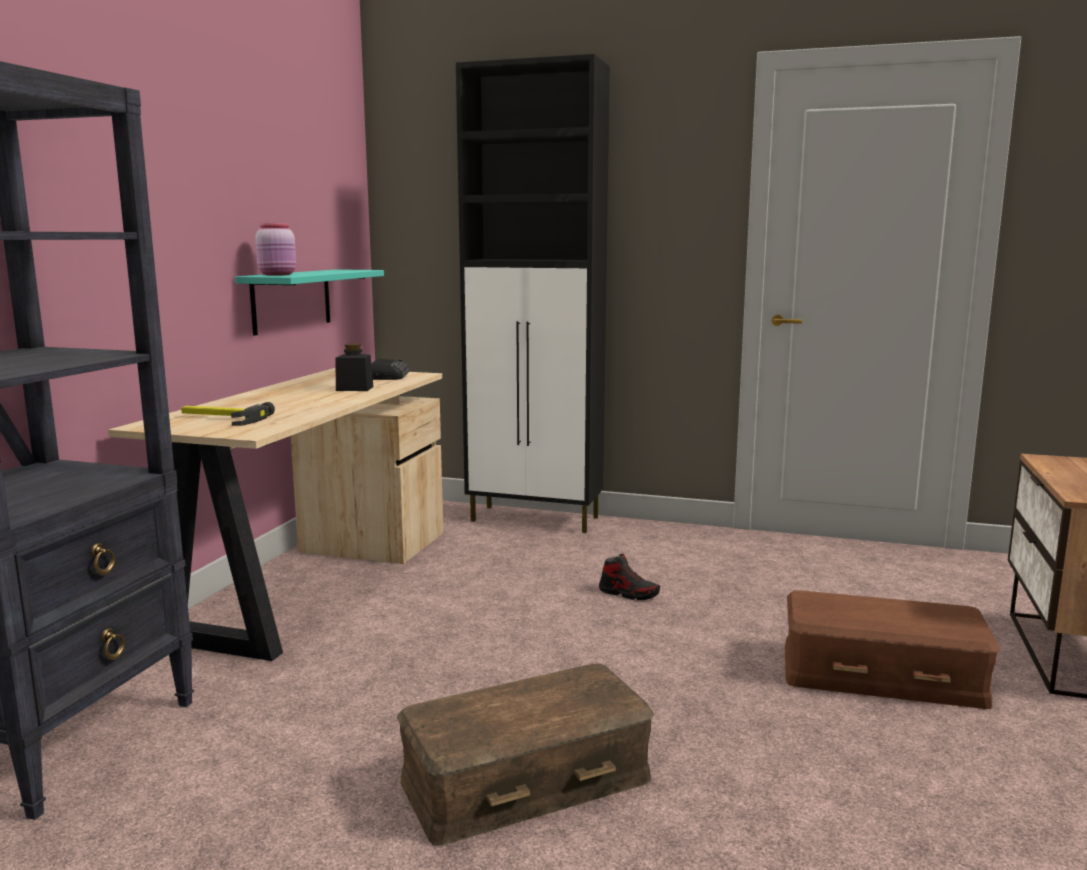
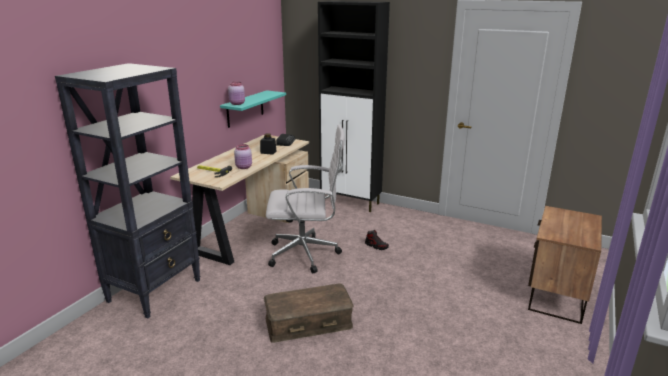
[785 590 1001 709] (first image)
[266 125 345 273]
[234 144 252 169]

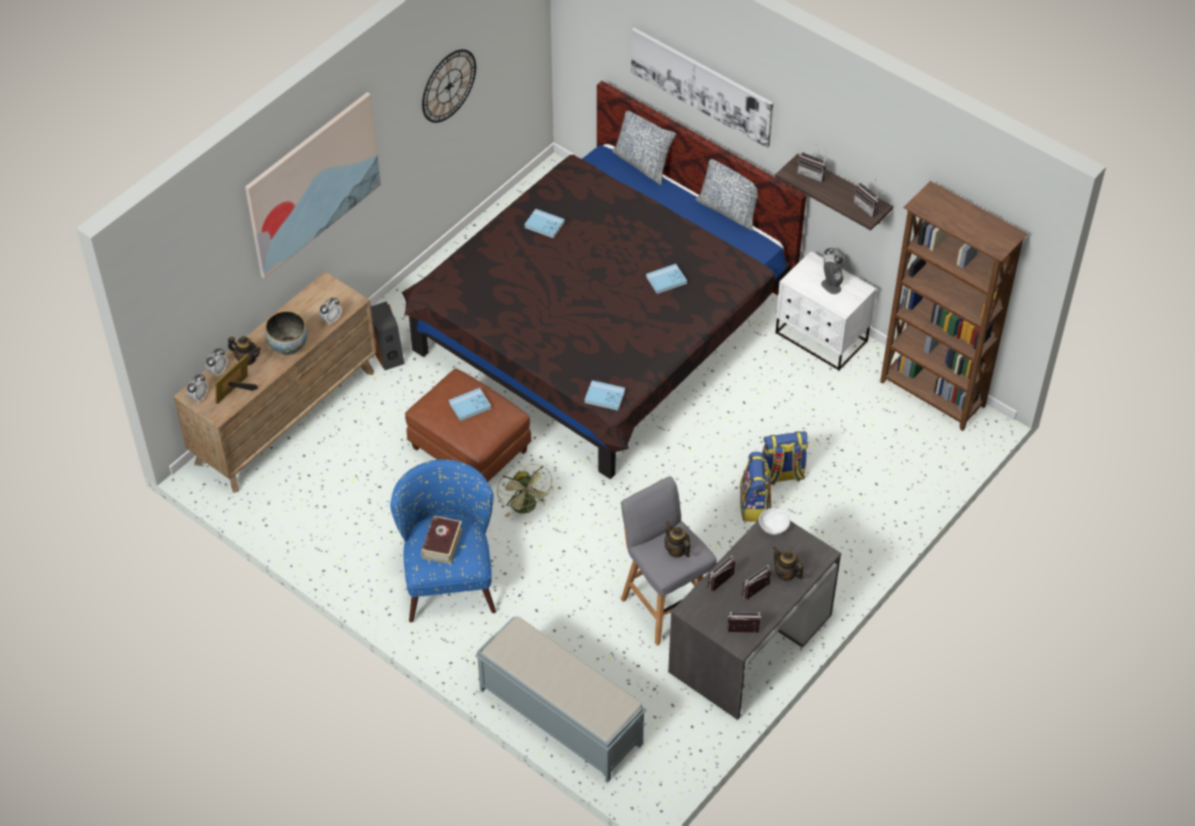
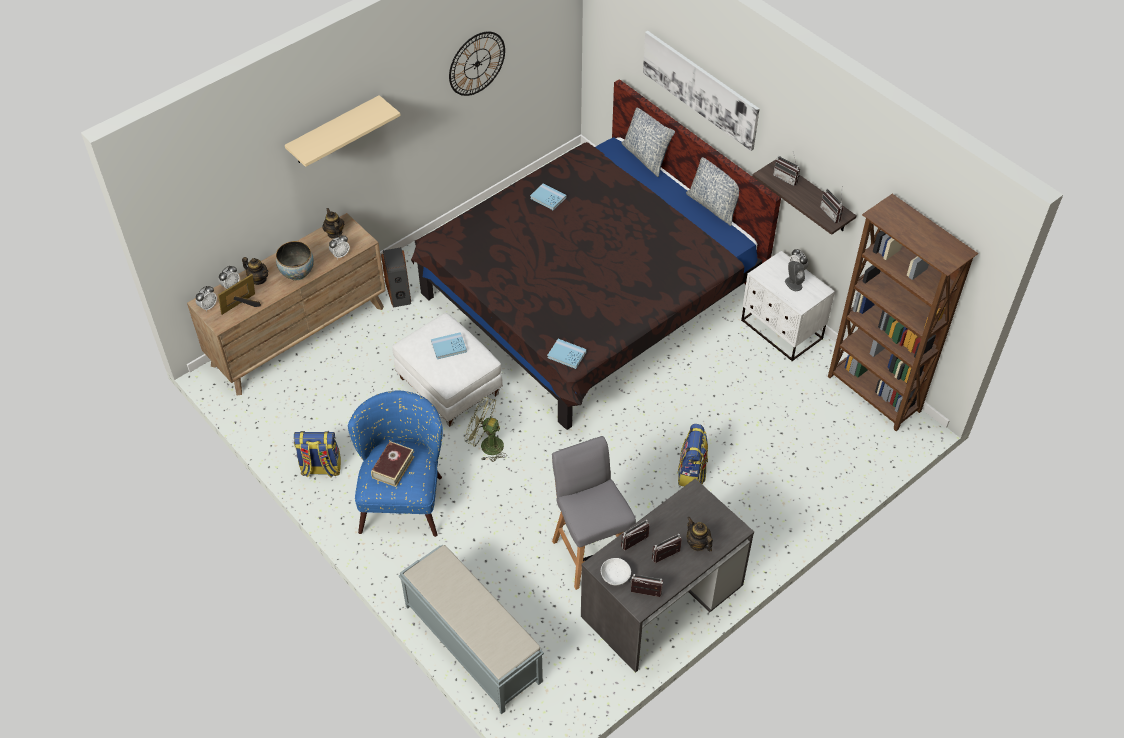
[285 95 401 167]
[646 264 687 294] (first image)
[392 313 503 427]
[294 431 341 478]
[465 397 507 462]
[601 558 631 586]
[322 208 344 238]

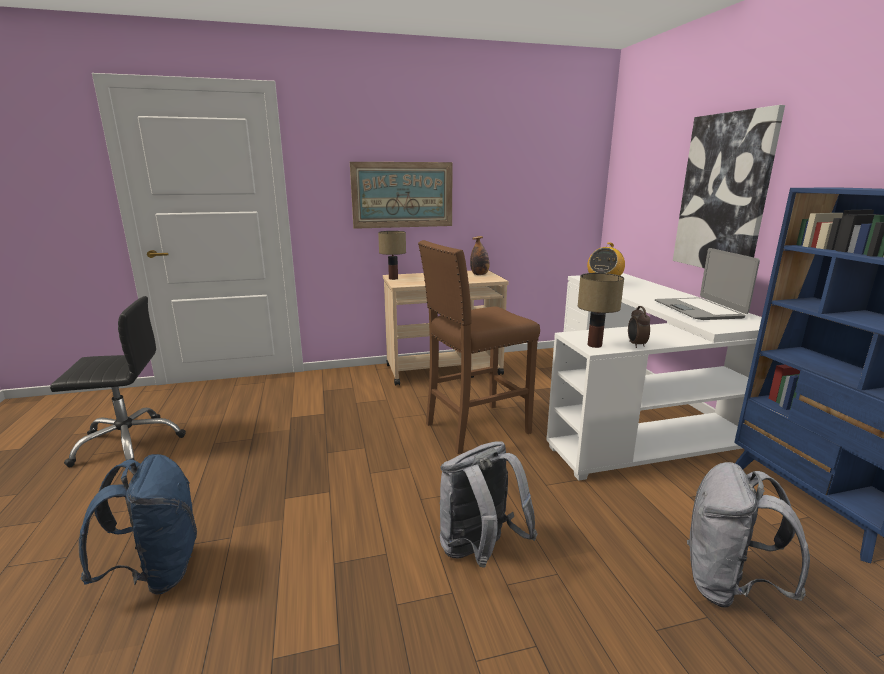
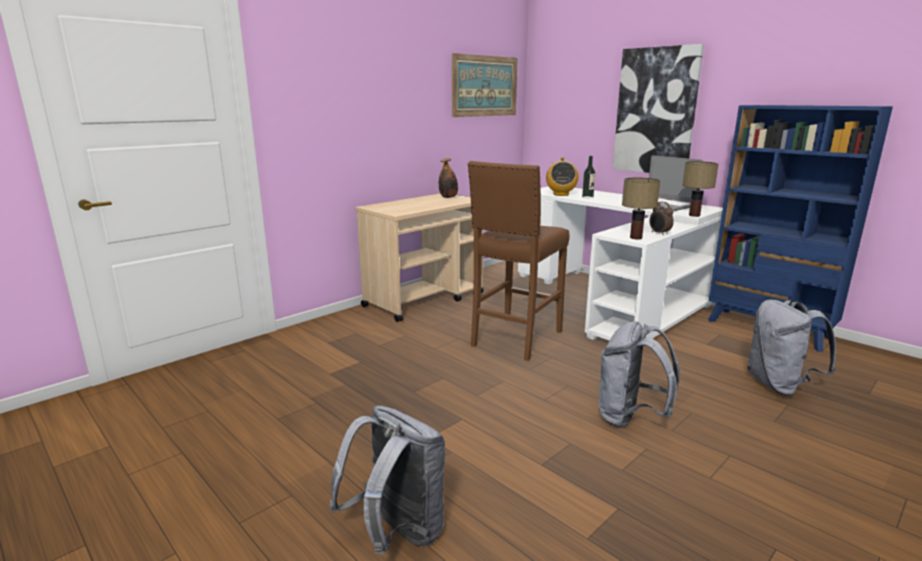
[452 53 518 117]
[682 161 719 217]
[50 296 186 467] (first image)
[329 406 445 554]
[582 156 595 199]

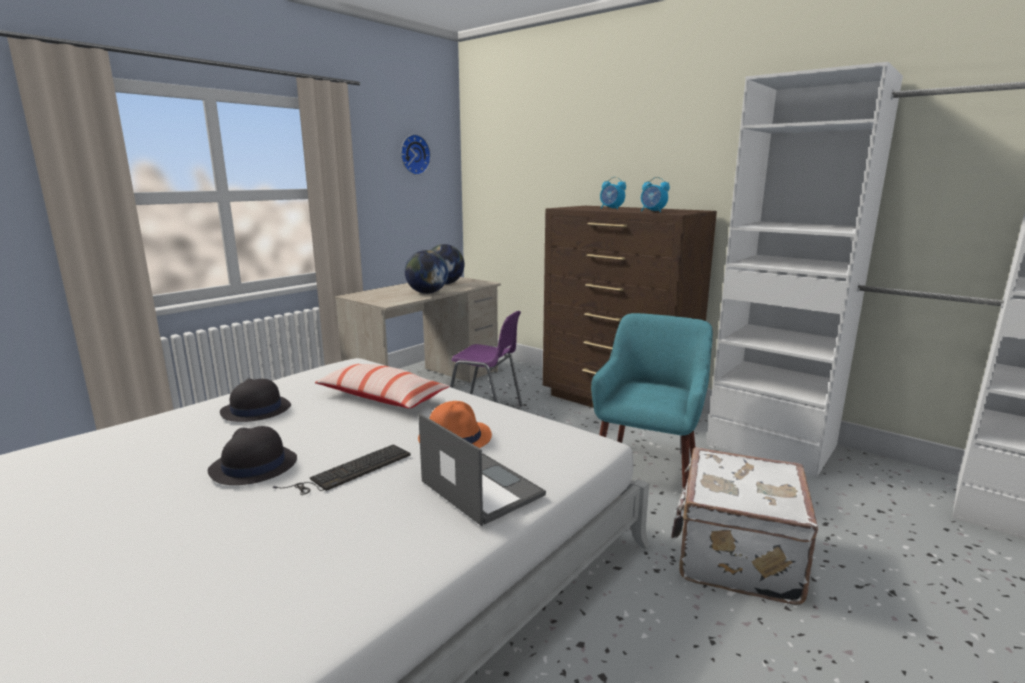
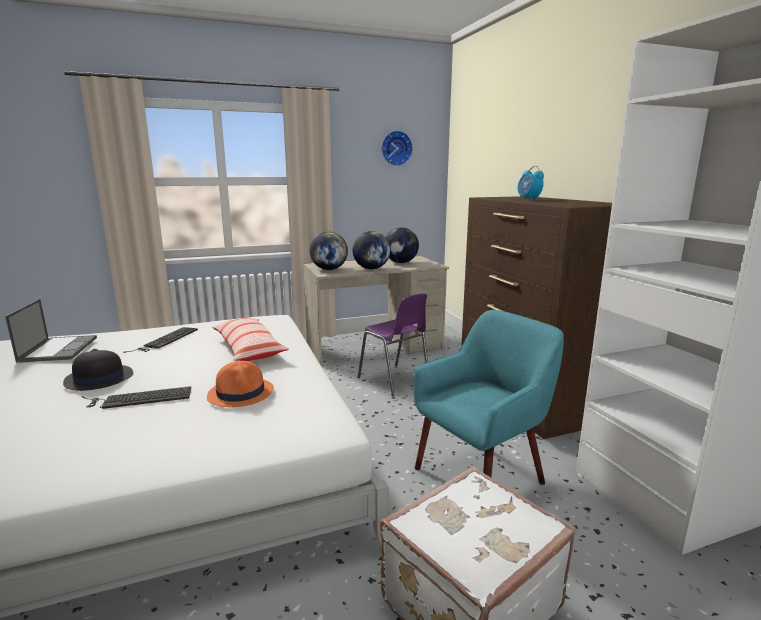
[641 177 670 212] (first image)
[123 327 198 353]
[5 299 97 363]
[310 232 348 270]

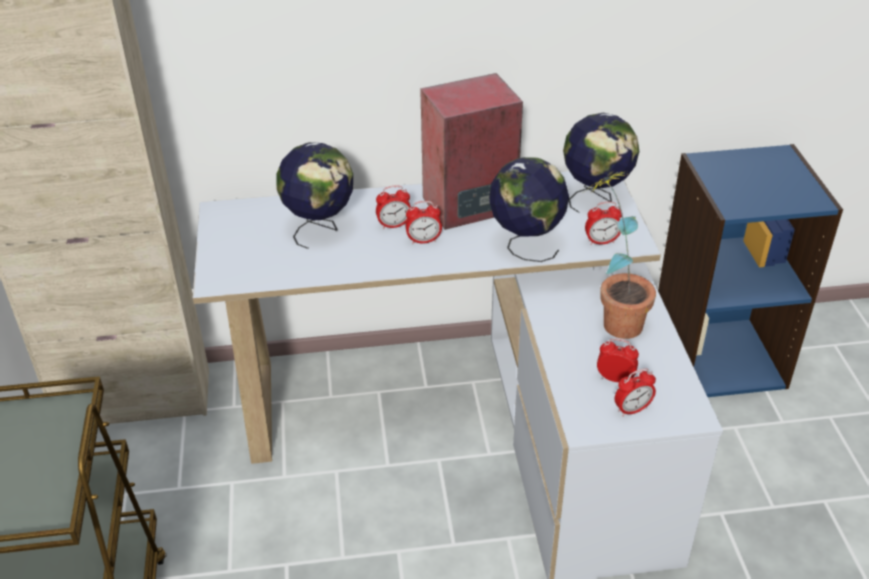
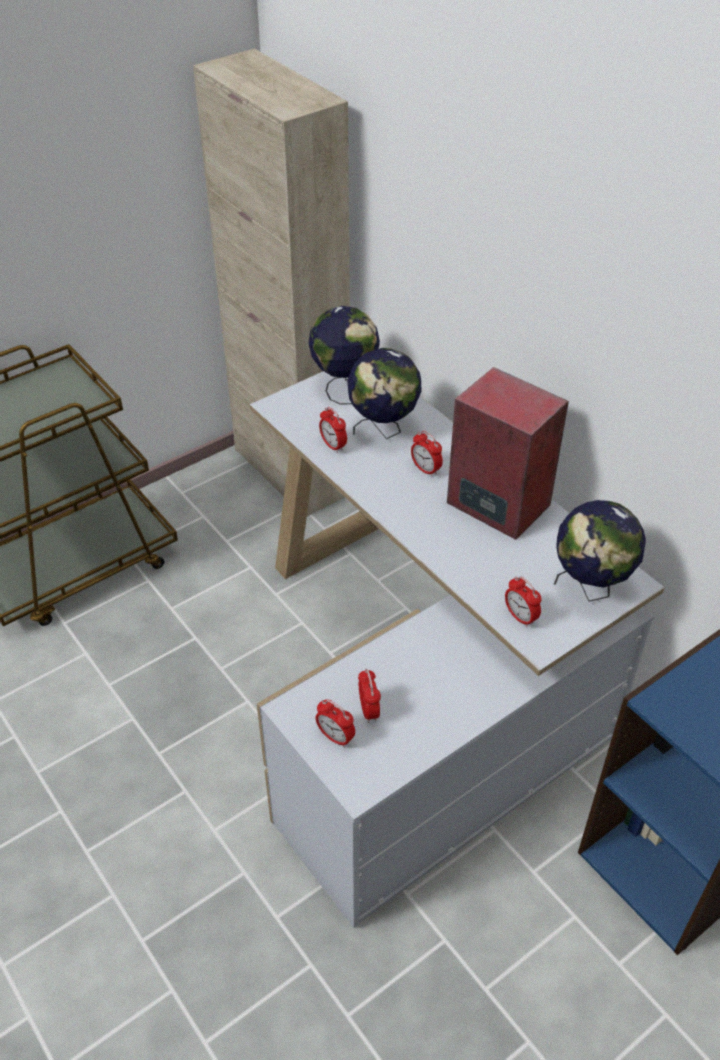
[308 306 380 405]
[583 171 656 339] (first image)
[319 407 347 453]

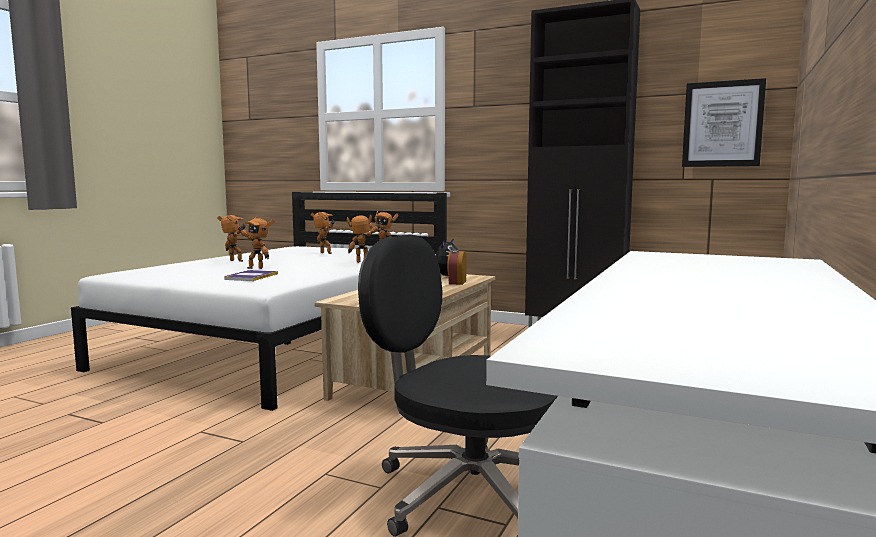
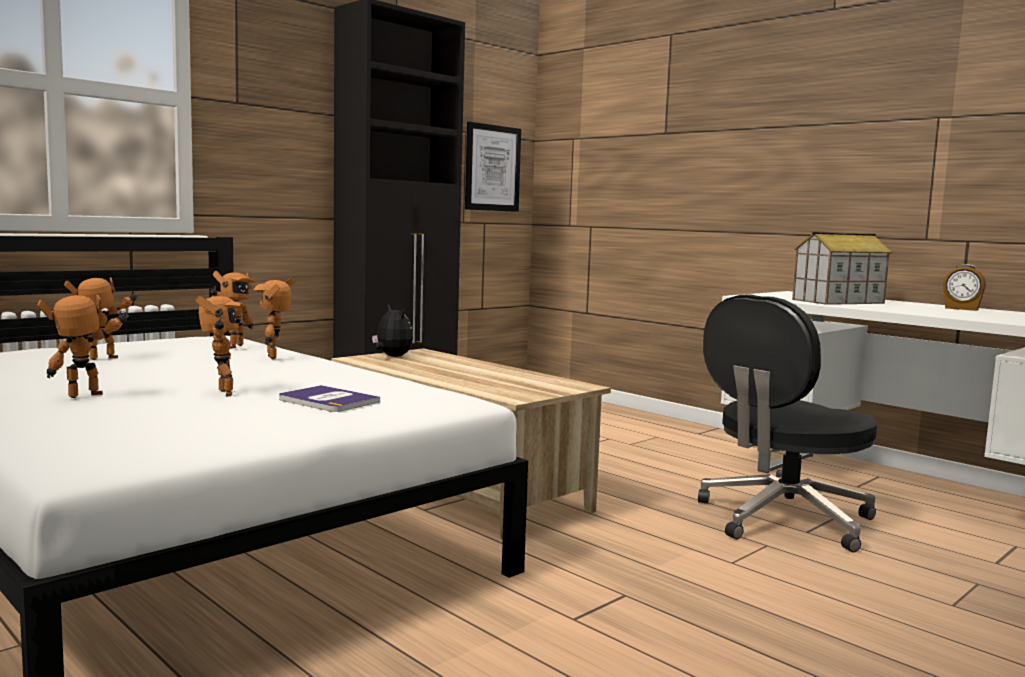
[195 296 244 397]
[943 264 986 311]
[792 231 892 305]

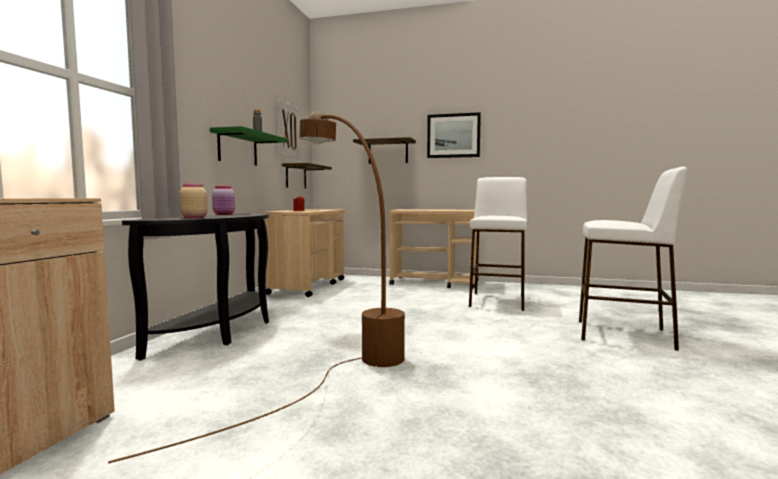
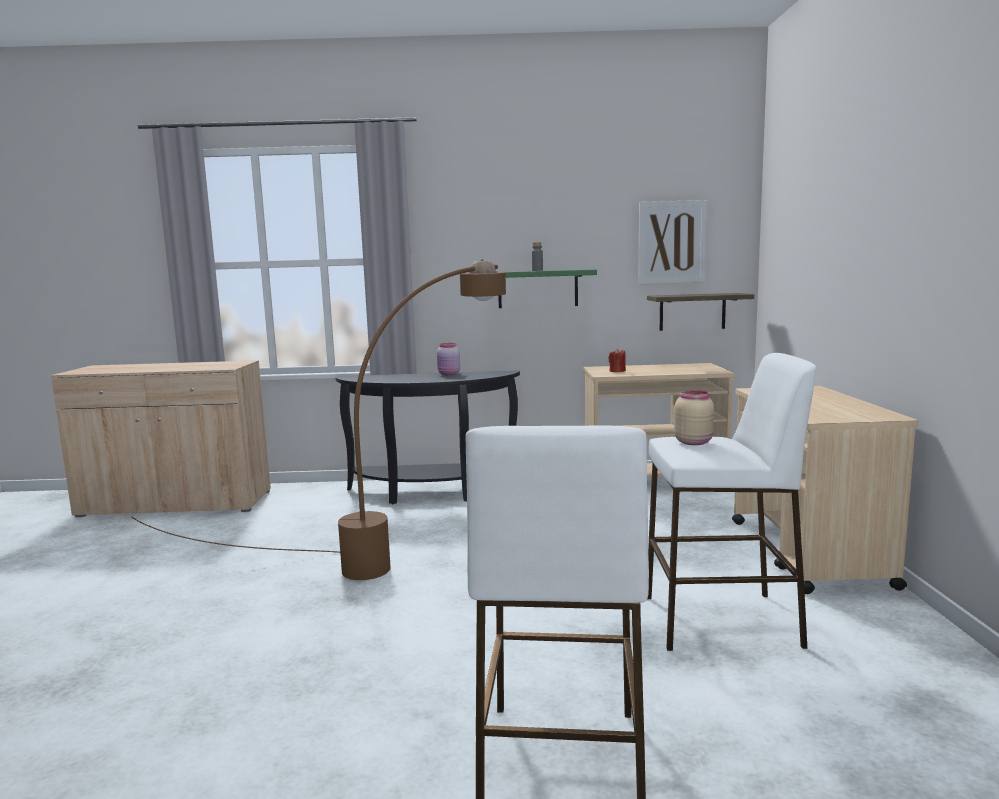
[427 112 481 158] (first image)
[353 137 416 164] (first image)
[674 390 714 445]

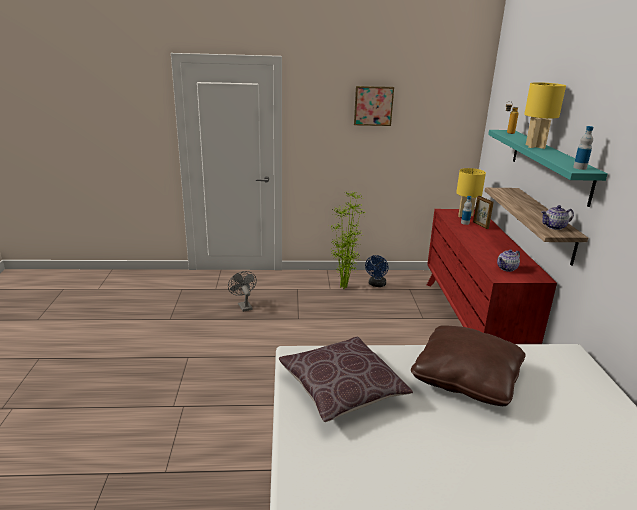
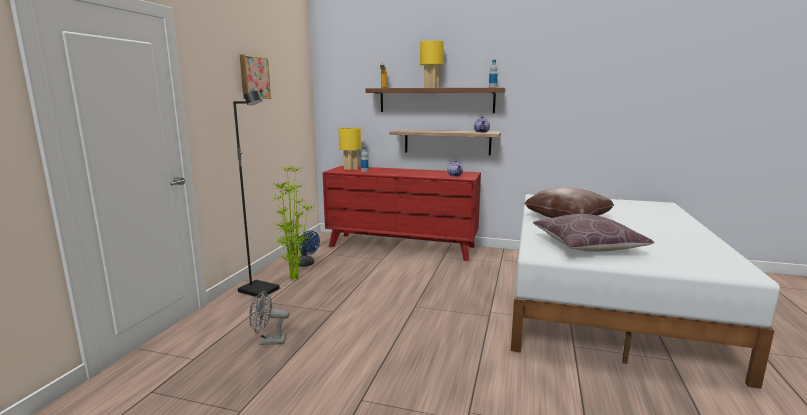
[365 88 505 113]
[473 196 494 229] (first image)
[233 91 280 298]

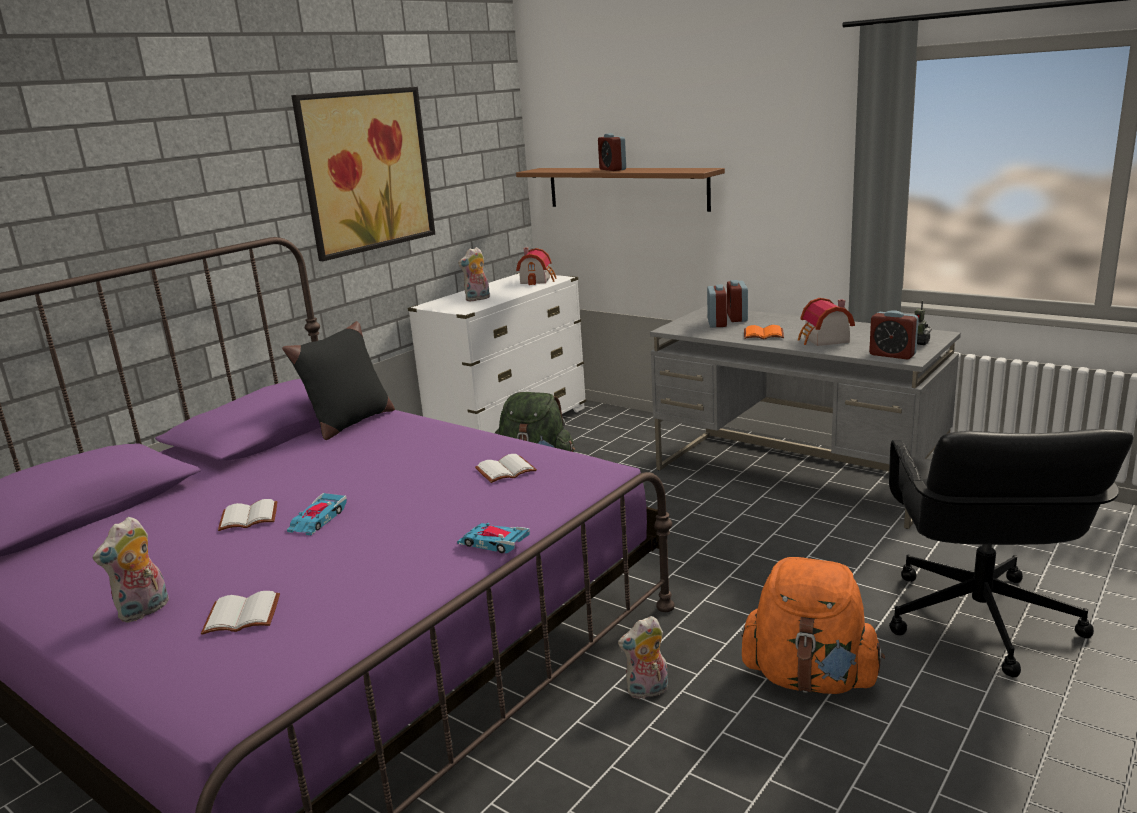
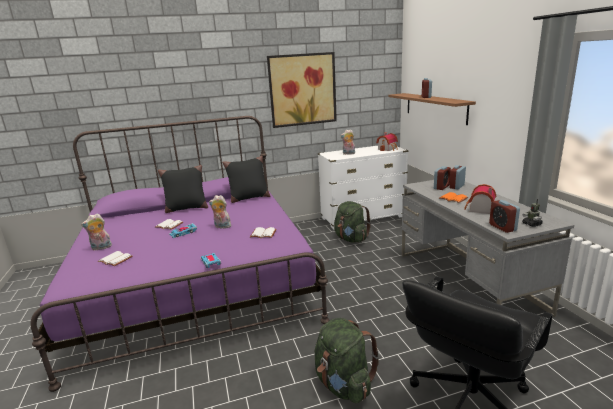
[315 318 380 404]
[209 195 233 229]
[158 165 208 213]

